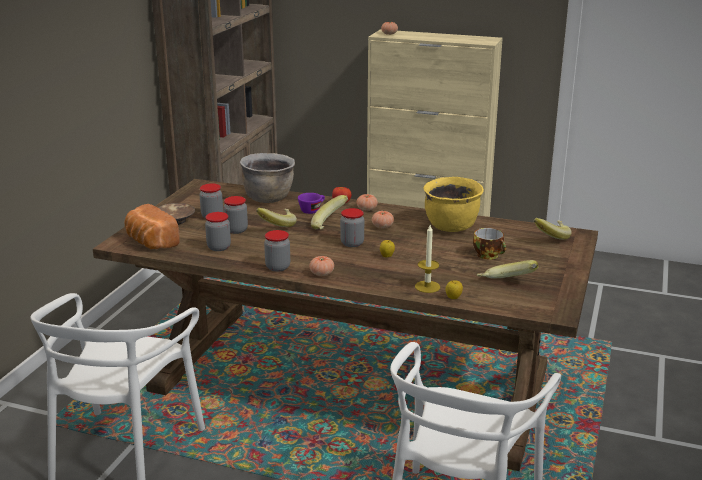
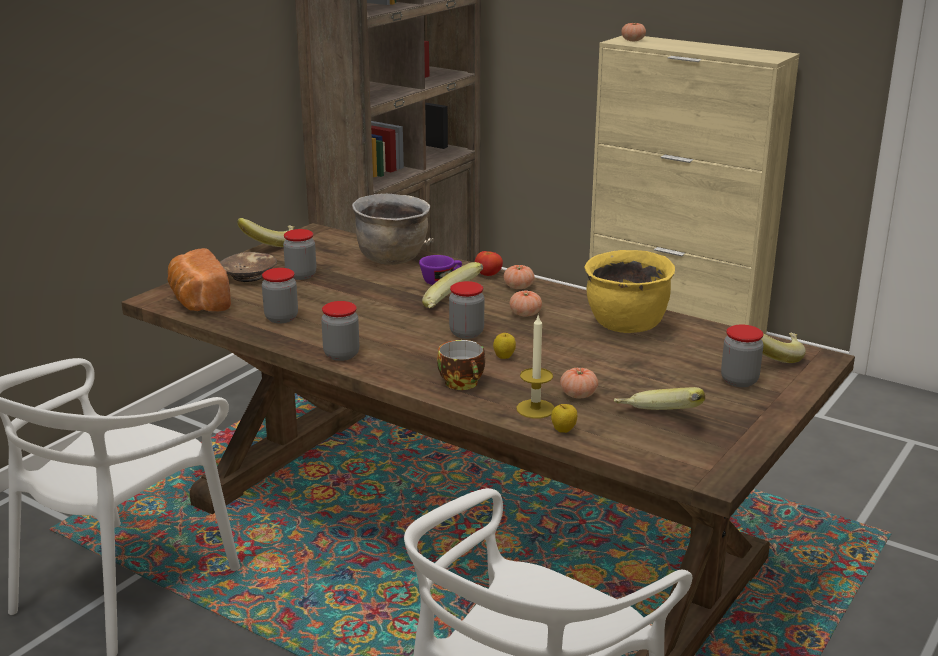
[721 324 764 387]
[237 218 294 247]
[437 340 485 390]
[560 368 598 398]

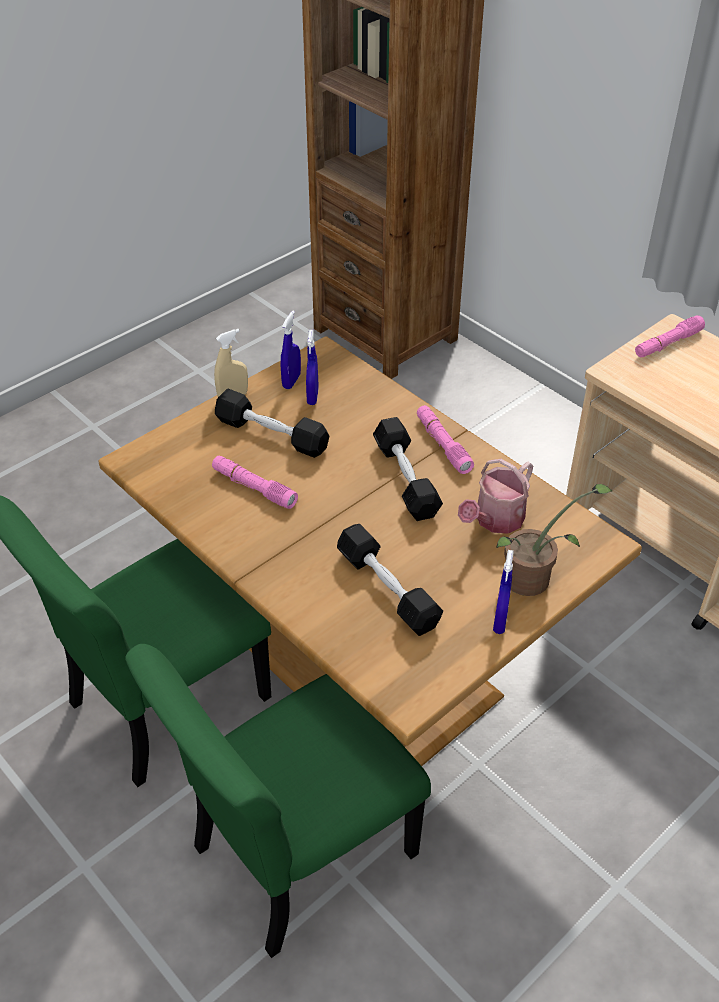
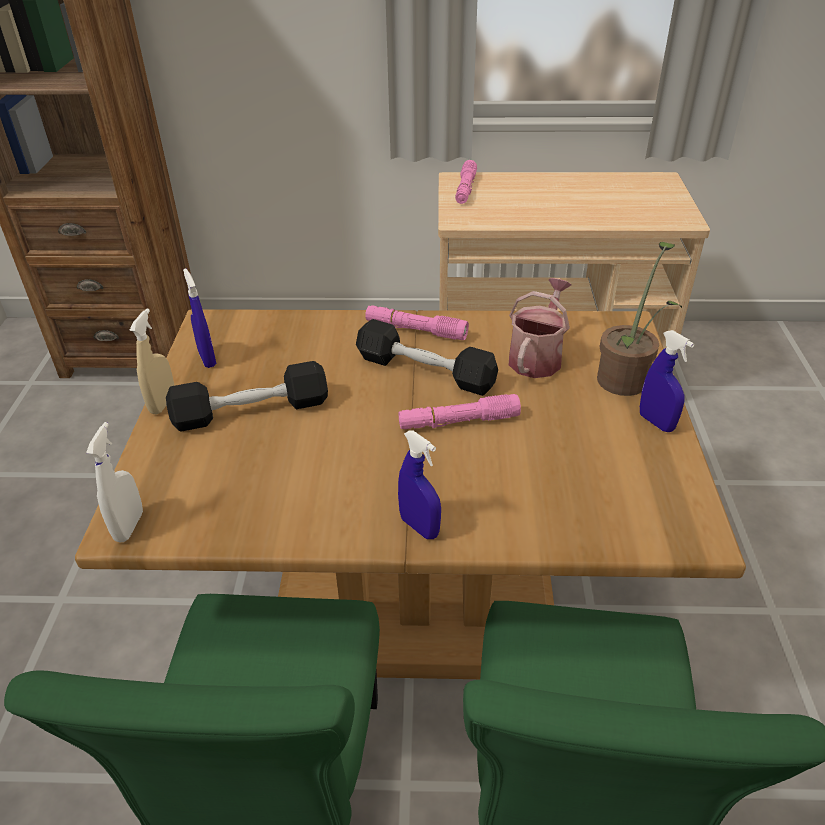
[398 431 441 539]
[399 394 521 429]
[509 278 572 378]
[337 524 443 636] (first image)
[86 422 143 542]

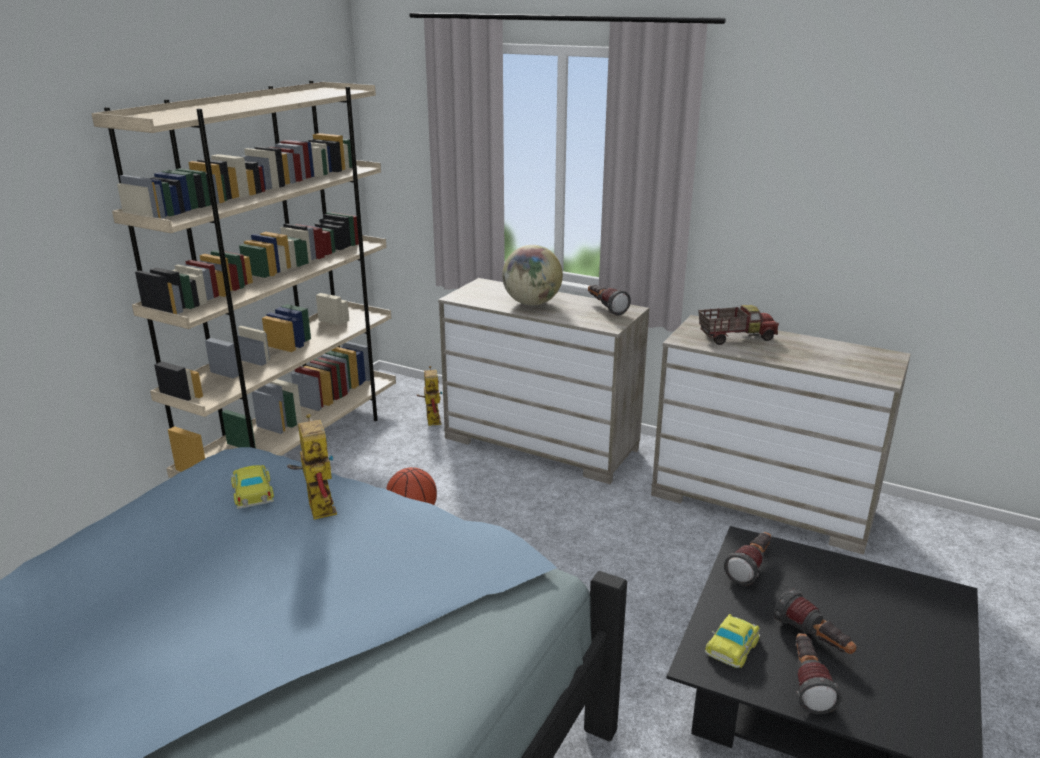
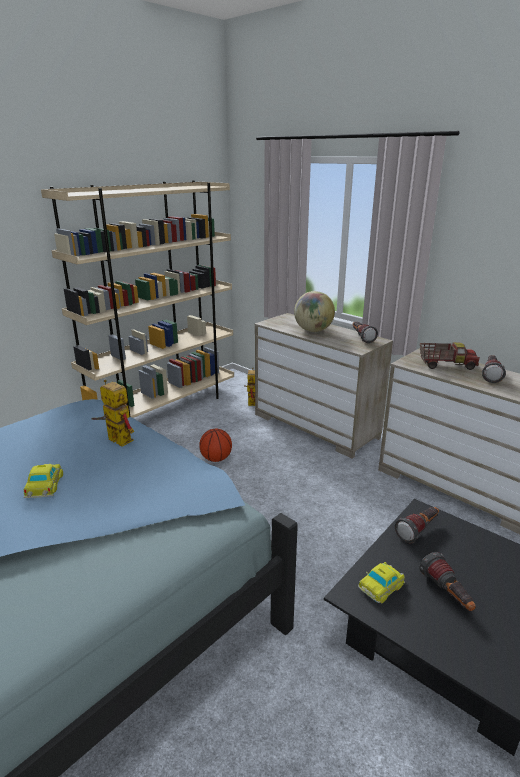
[91 380 134 447]
[24 464 63 498]
[482 355 506 383]

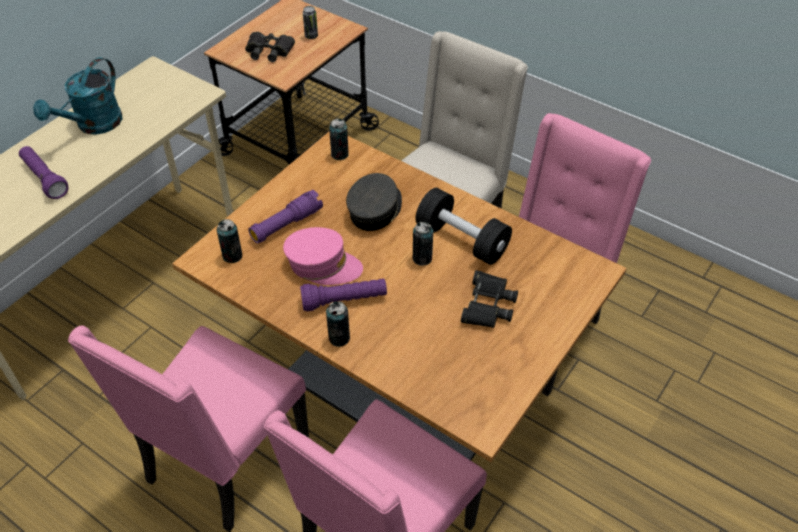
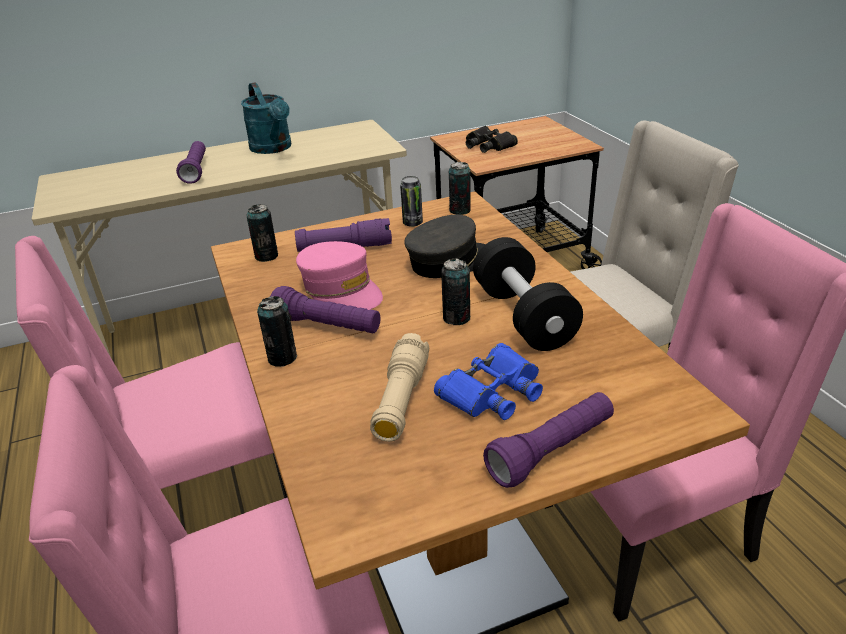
[400 176 423 227]
[241 82 291 154]
[434 343 543 420]
[370 333 429 442]
[483 392 614 488]

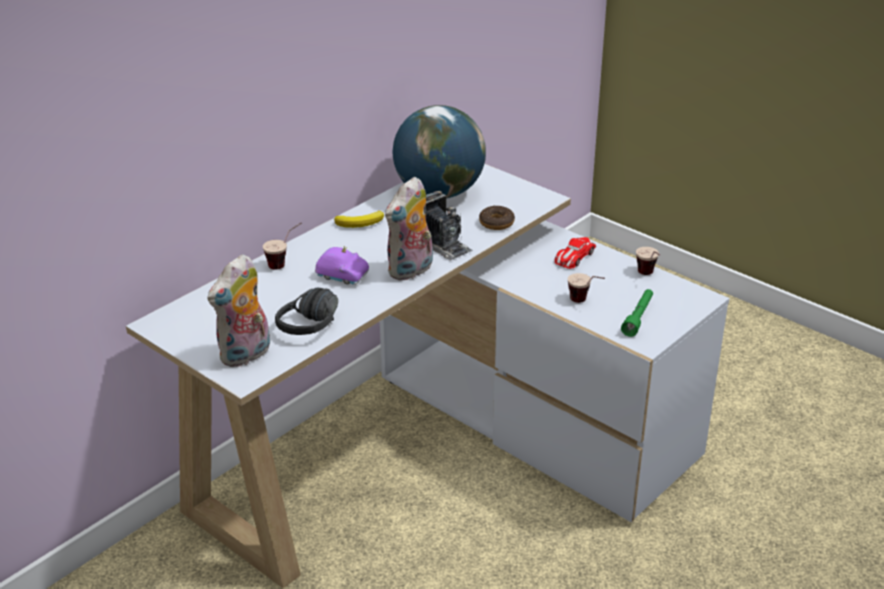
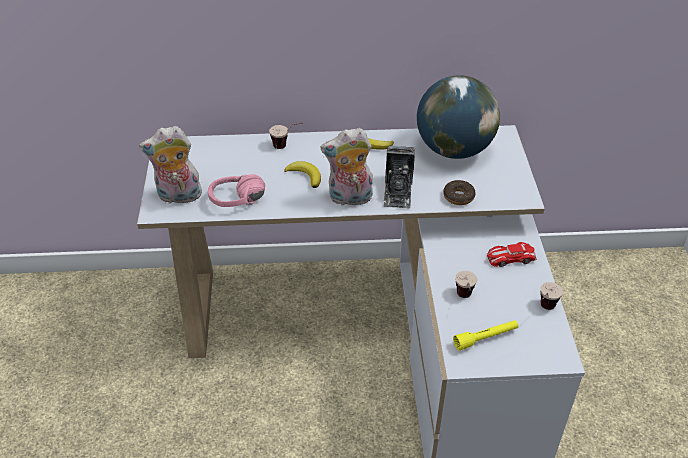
[284 161 321 188]
[208 174 265 207]
[453 320 518 351]

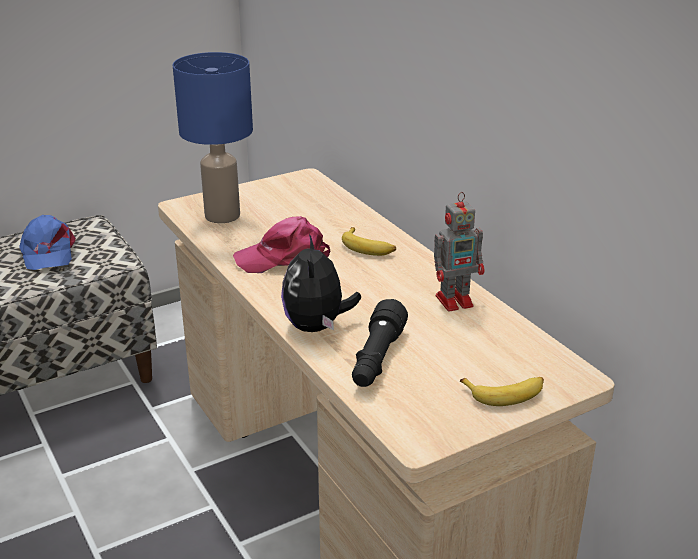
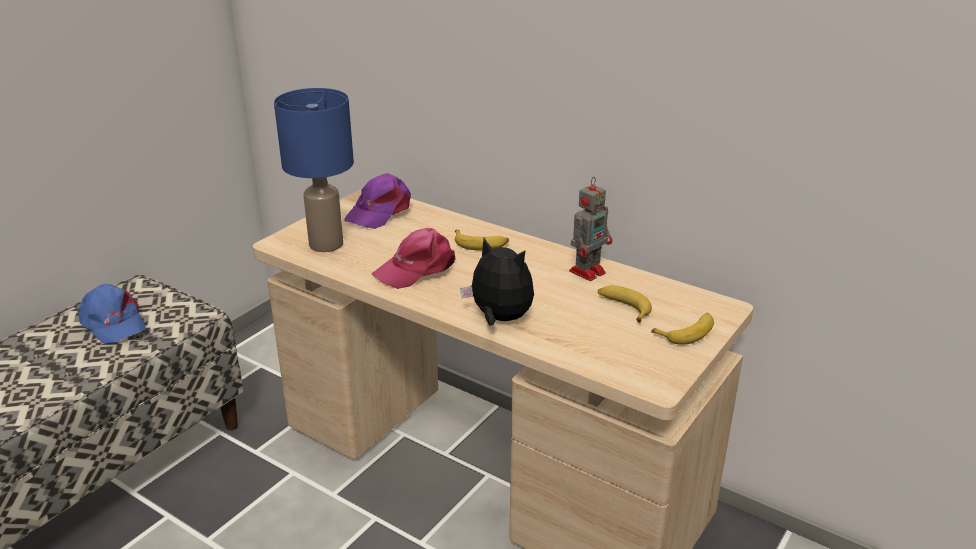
[460 238 534 326]
[352 299 408 387] (first image)
[344 173 411 229]
[598 285 652 322]

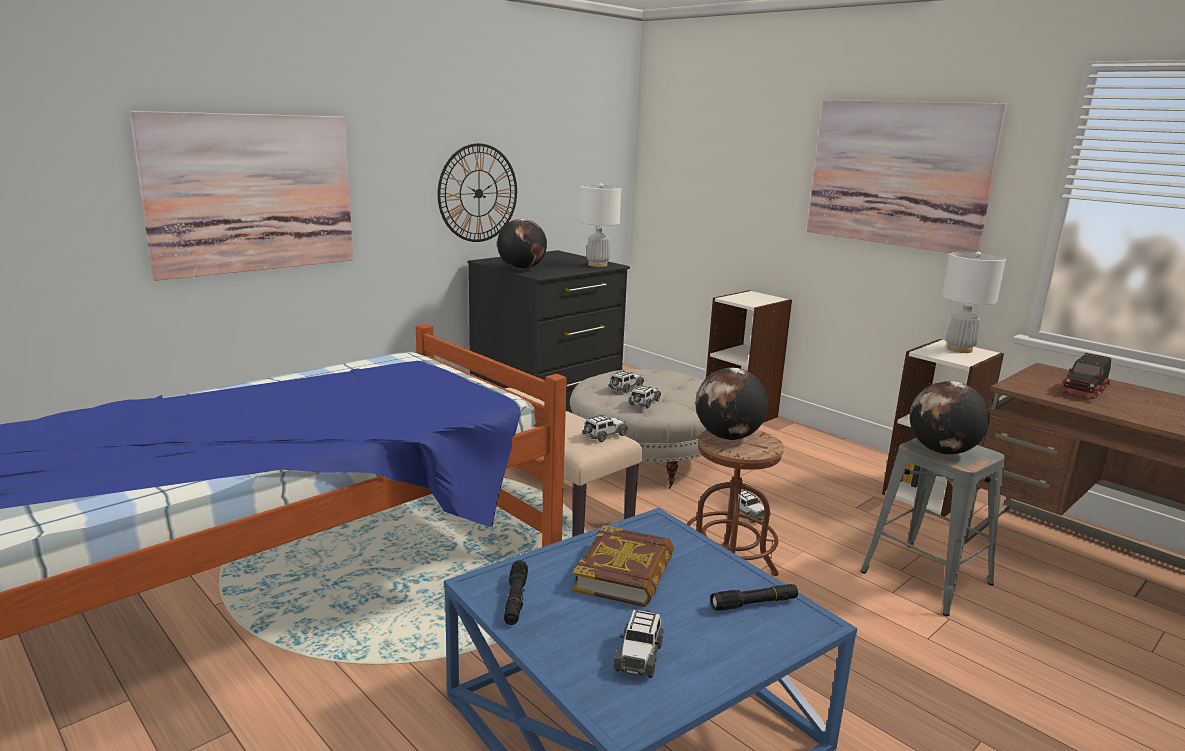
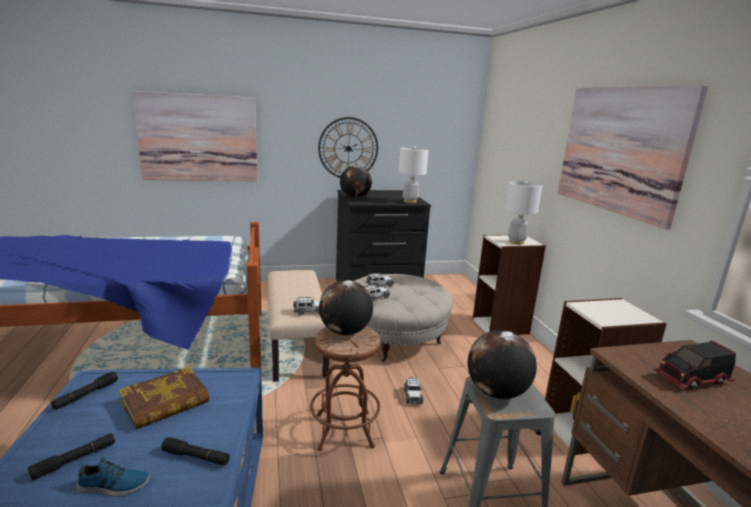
[505 181 542 244]
[28 433 115 480]
[76 456 150 497]

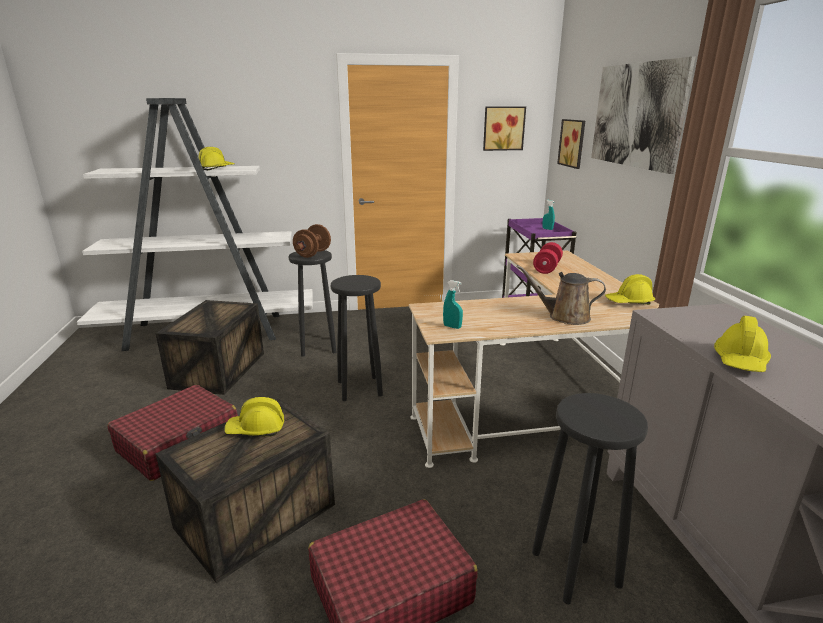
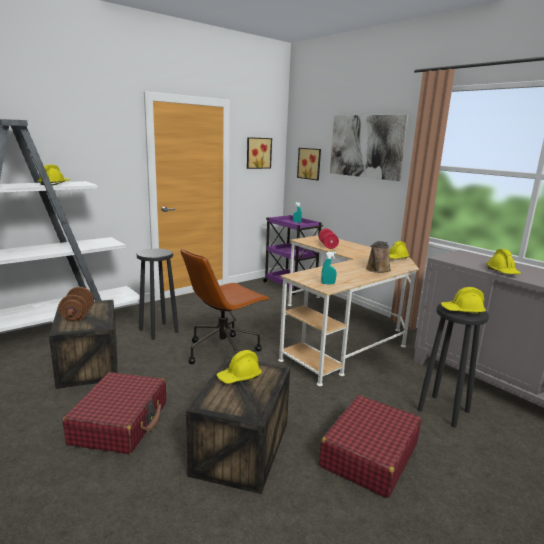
[58 287 94 321]
[366 241 391 273]
[180 248 270 364]
[440 287 486 315]

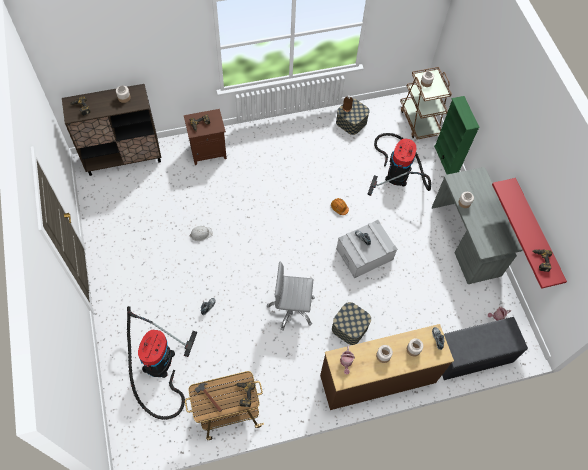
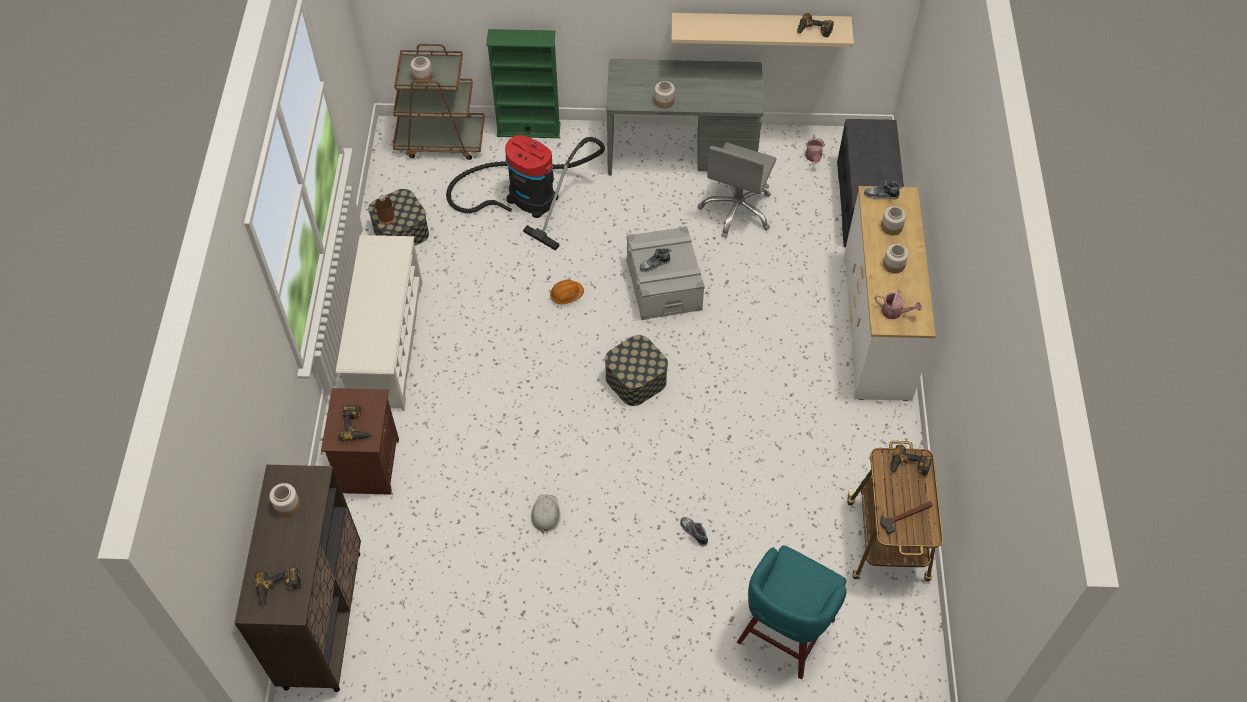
[671 13 854 47]
[698 142 776 238]
[605 335 668 406]
[737 545 846 680]
[843 186 936 401]
[336 235 423 411]

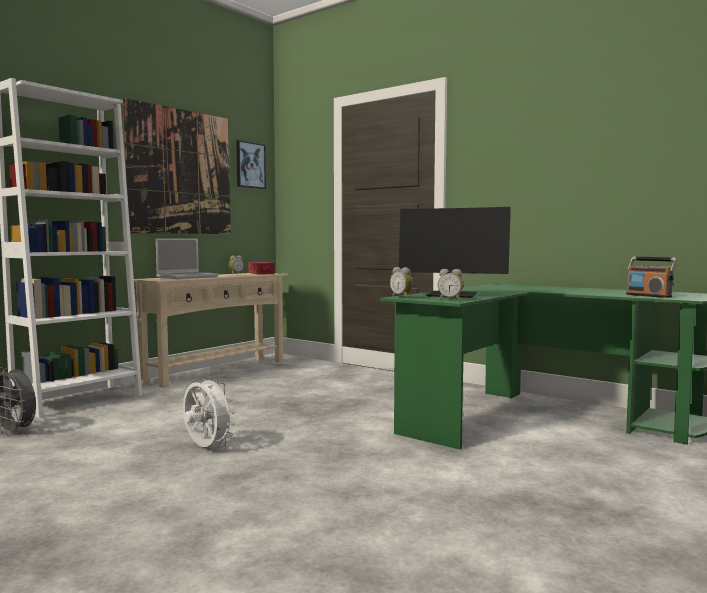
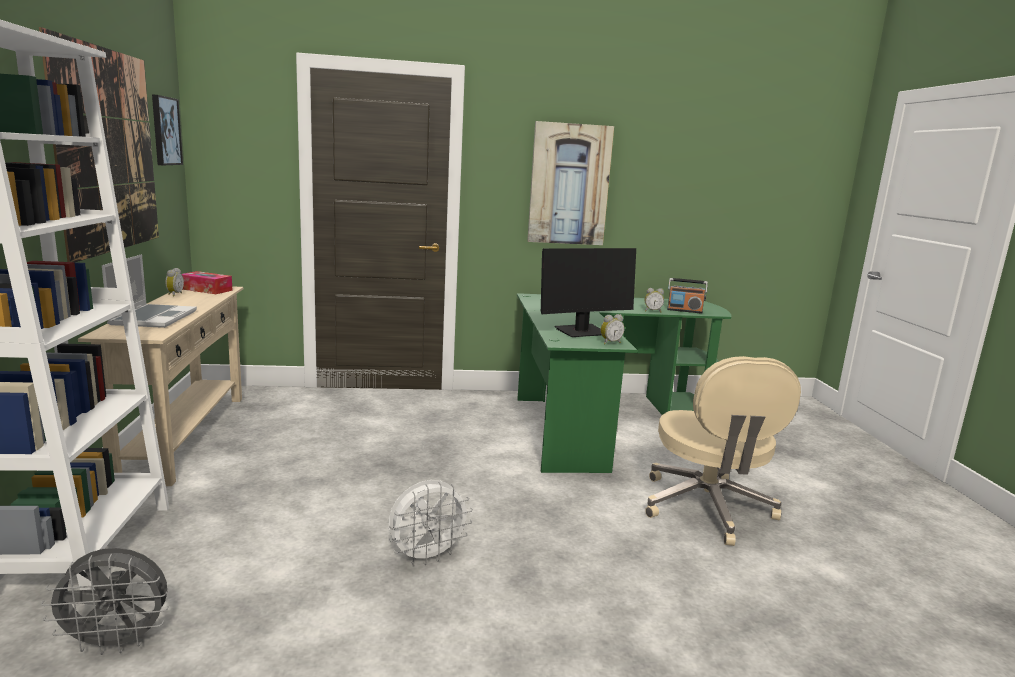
[645 288 664 313]
[389 480 473 565]
[527 121 614 245]
[645 356 801 546]

